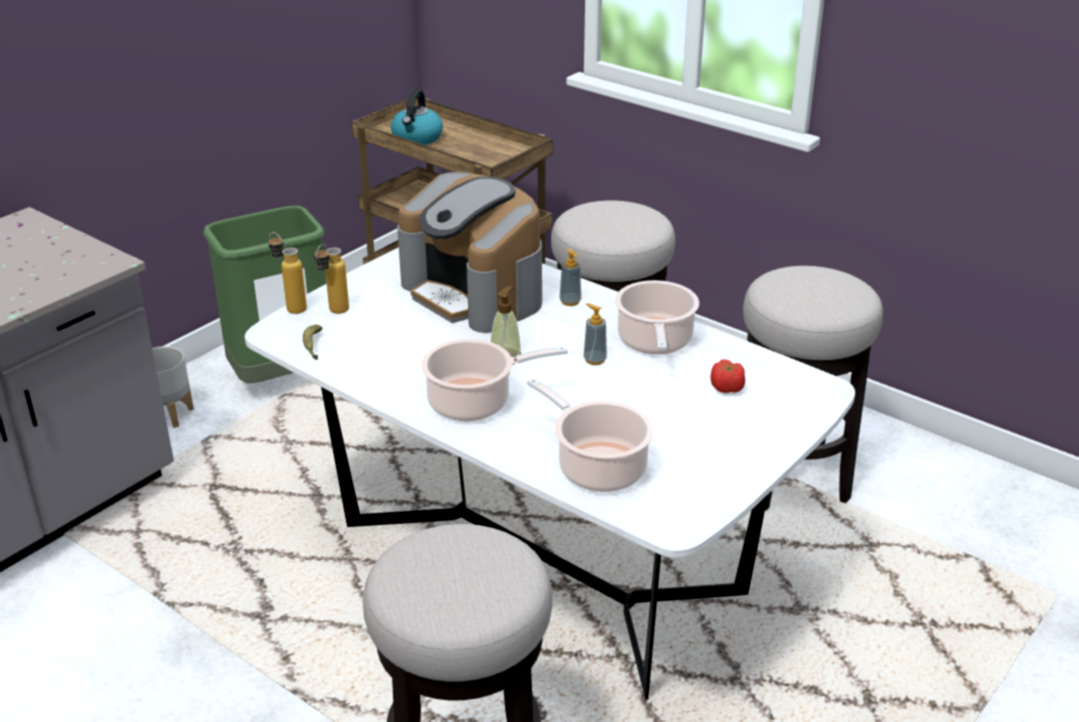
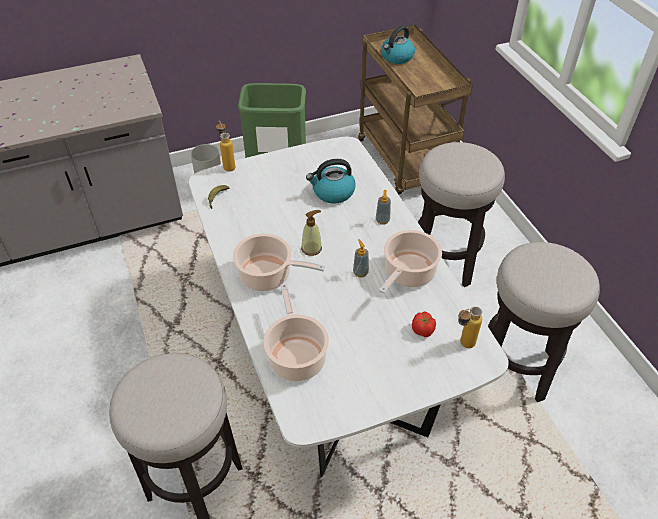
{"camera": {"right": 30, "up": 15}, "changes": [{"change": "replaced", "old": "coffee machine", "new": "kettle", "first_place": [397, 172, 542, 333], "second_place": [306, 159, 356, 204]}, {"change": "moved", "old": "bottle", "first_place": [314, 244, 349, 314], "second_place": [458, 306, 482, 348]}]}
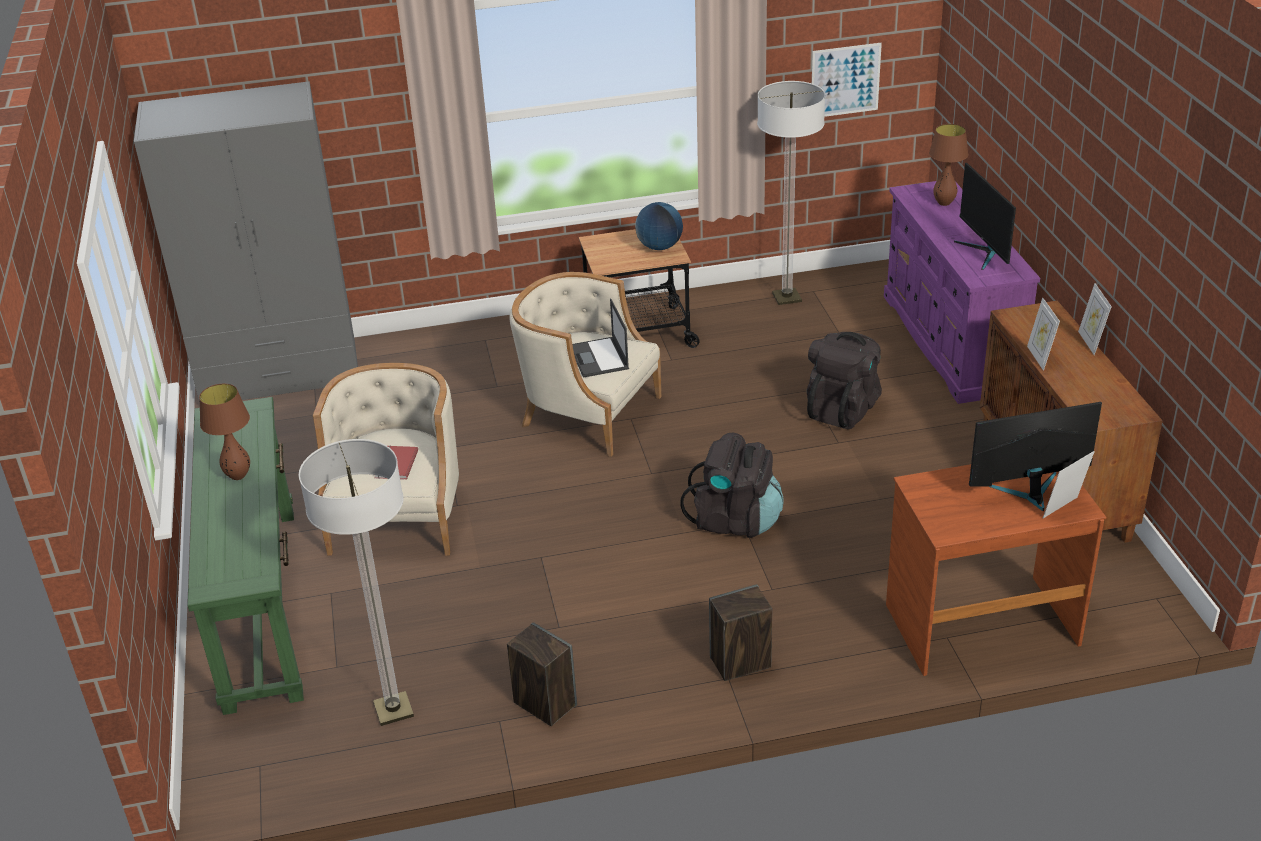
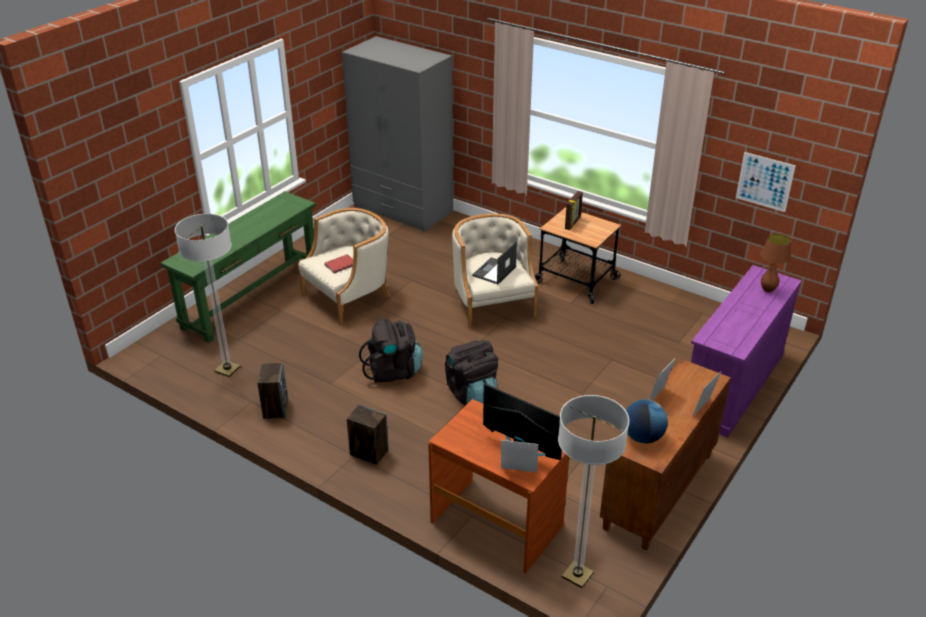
{"camera": {"right": 45, "up": 0}, "changes": [{"change": "moved", "old": "floor lamp", "first_place": [757, 81, 825, 305], "second_place": [558, 395, 629, 588]}, {"change": "removed", "old": "monitor", "first_place": [954, 163, 1016, 270]}, {"change": "moved", "old": "globe", "first_place": [635, 202, 683, 250], "second_place": [626, 399, 668, 444]}, {"change": "moved", "old": "backpack (black)", "first_place": [807, 332, 882, 429], "second_place": [359, 318, 423, 383]}, {"change": "removed", "old": "table lamp (brown)", "first_place": [199, 384, 250, 480]}, {"change": "added", "new": "picture frame", "second_place": [565, 191, 583, 230]}]}
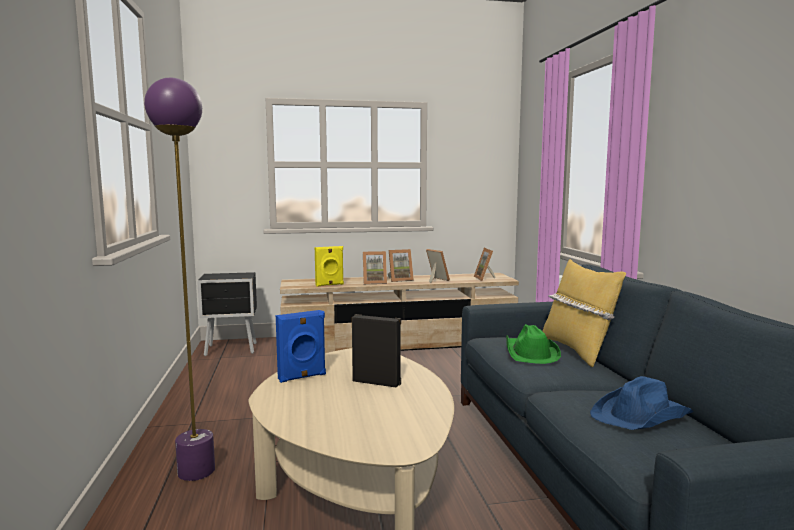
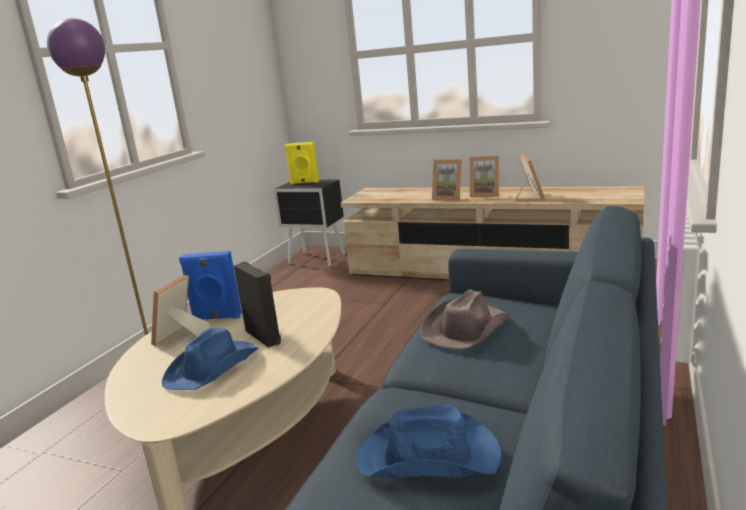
{"camera": {"right": 35, "up": 10}, "changes": [{"change": "moved", "old": "speaker (yellow)", "first_place": [315, 246, 344, 287], "second_place": [285, 142, 319, 184]}, {"change": "moved", "old": "picture frame", "first_place": [474, 248, 495, 281], "second_place": [151, 275, 210, 346]}, {"change": "removed", "old": "pillow (yellow)", "first_place": [543, 259, 626, 367]}, {"change": "recoloured", "old": "hat (green)", "new": "hat (brown)", "first_place": [506, 324, 561, 364], "second_place": [420, 289, 510, 349]}, {"change": "added", "new": "hat (blue)", "second_place": [162, 328, 259, 390]}]}
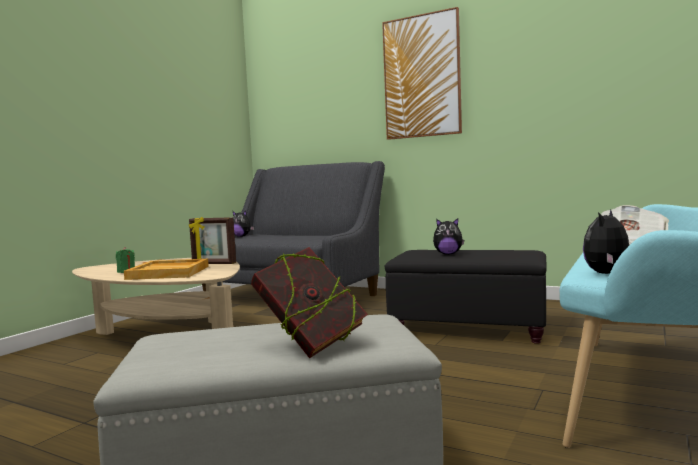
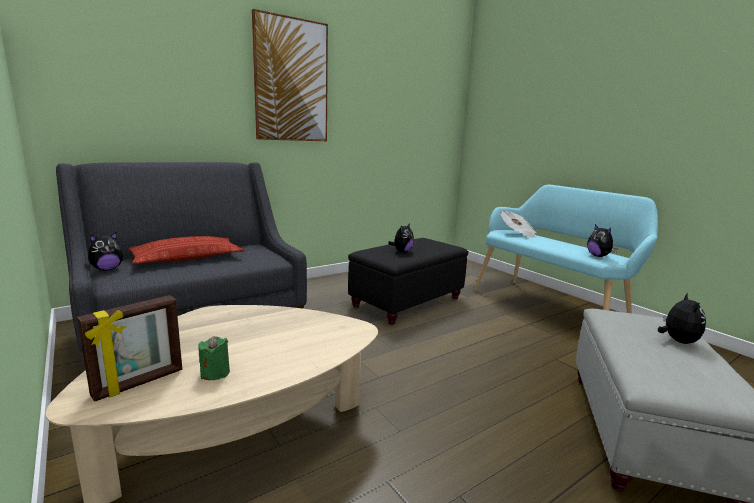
{"camera": {"right": -65, "up": 10}, "changes": [{"change": "moved", "old": "picture frame", "first_place": [189, 217, 236, 264], "second_place": [77, 295, 182, 402]}, {"change": "replaced", "old": "book", "new": "plush toy", "first_place": [251, 247, 368, 358], "second_place": [658, 293, 706, 344]}, {"change": "removed", "old": "tray (beige)", "first_place": [124, 259, 209, 280]}, {"change": "added", "new": "pillow", "second_place": [128, 236, 245, 264]}]}
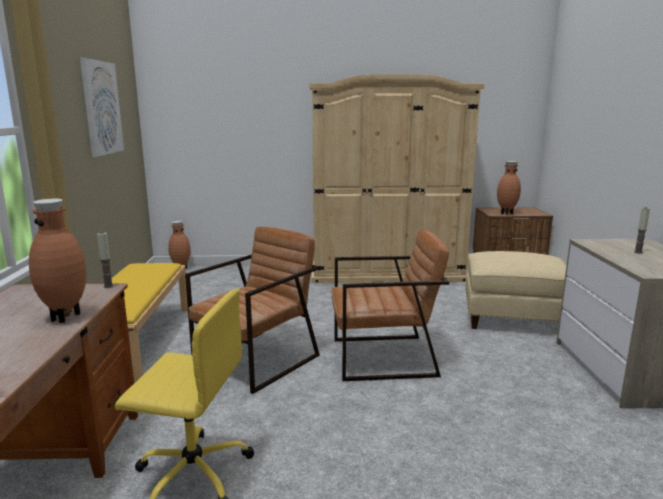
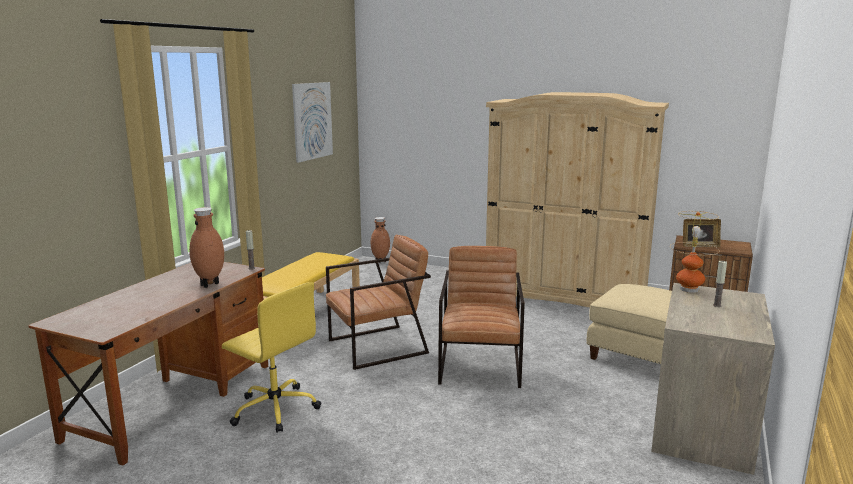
{"camera": {"right": 25, "up": 0}, "changes": [{"change": "replaced", "old": "vase (brown)", "new": "picture frame", "first_place": [497, 161, 521, 215], "second_place": [683, 219, 721, 247]}, {"change": "turned", "old": "armchair (brown)", "first_place": [331, 229, 449, 381], "second_place": [438, 246, 525, 388], "degrees": -105}, {"change": "added", "new": "table lamp", "second_place": [670, 211, 720, 293]}]}
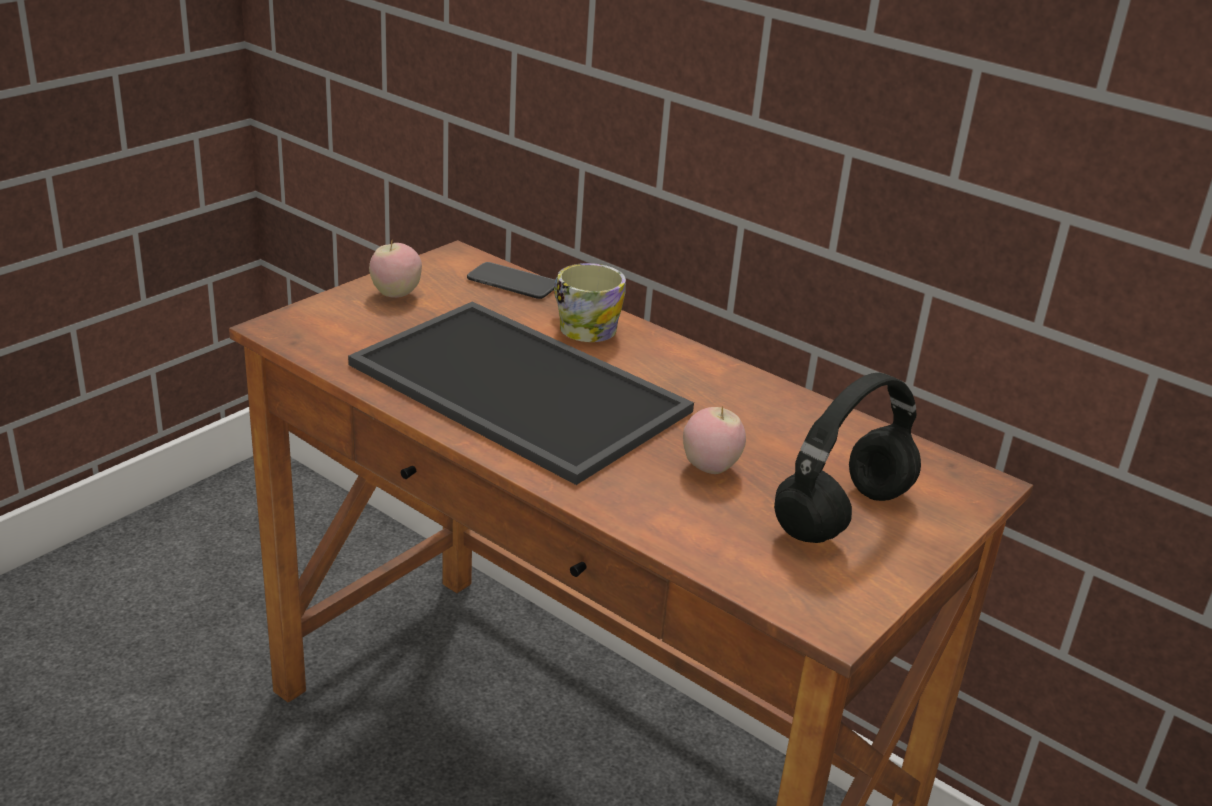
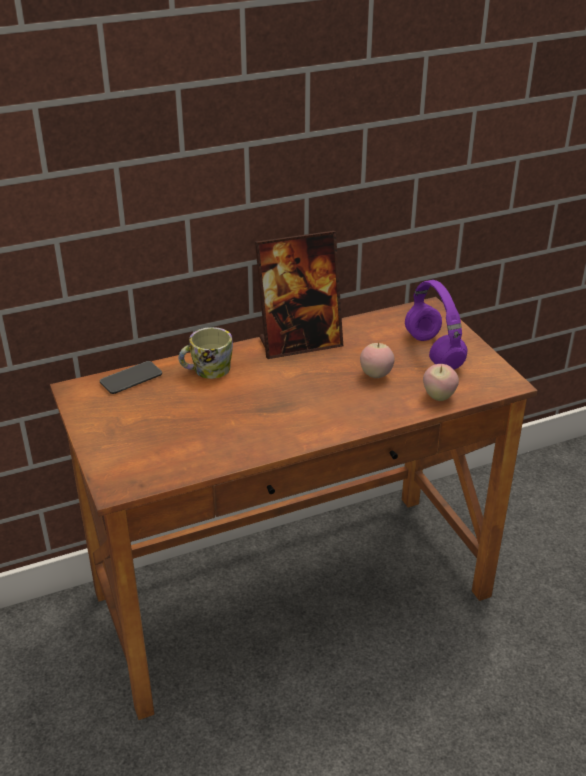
{"camera": {"right": -60, "up": 5}, "changes": [{"change": "moved", "old": "apple", "first_place": [369, 241, 422, 298], "second_place": [423, 364, 459, 401]}, {"change": "removed", "old": "tray", "first_place": [348, 302, 694, 485]}, {"change": "recoloured", "old": "headphones (black)", "new": "headphones (purple)", "first_place": [774, 373, 921, 543], "second_place": [405, 280, 468, 369]}, {"change": "added", "new": "picture frame", "second_place": [255, 231, 343, 359]}]}
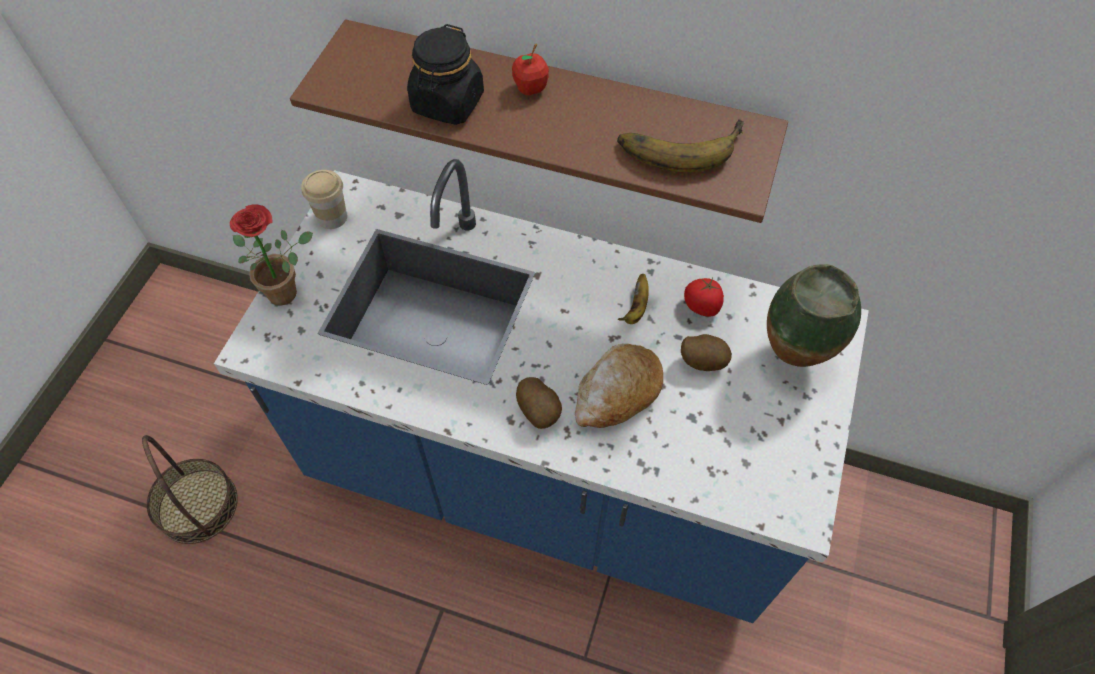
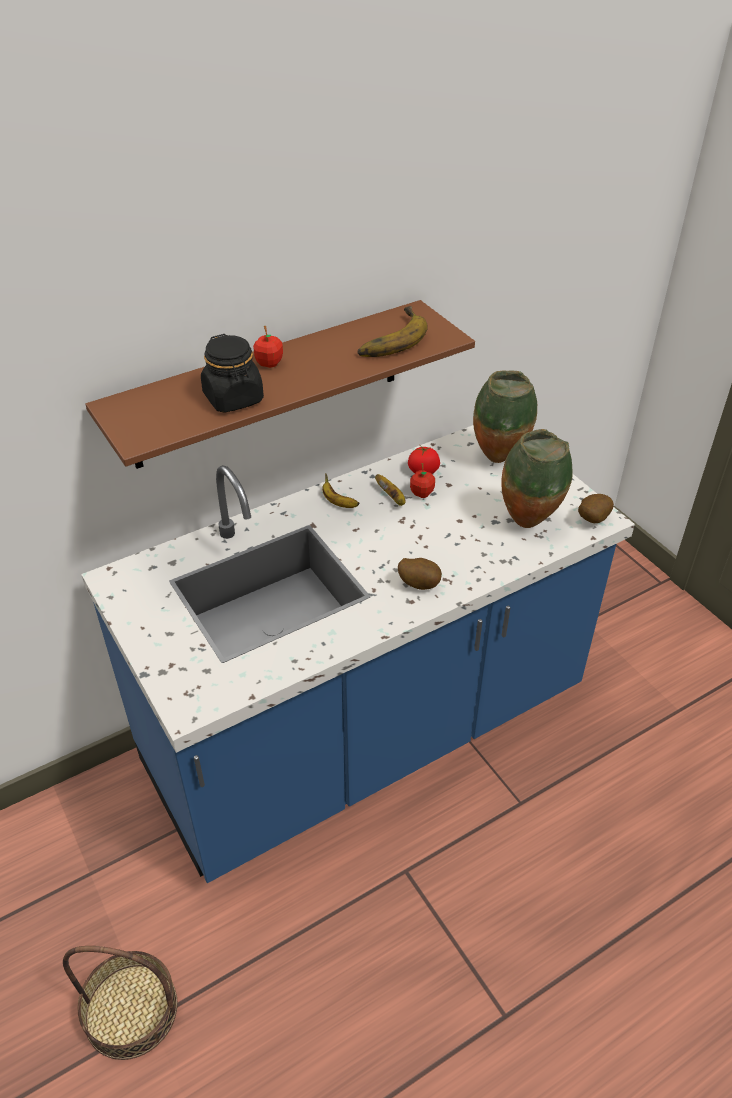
{"camera": {"right": -50, "up": -15}, "changes": [{"change": "removed", "old": "cup", "first_place": [301, 170, 347, 229]}, {"change": "removed", "old": "potted plant", "first_place": [230, 204, 313, 305]}, {"change": "moved", "old": "potato", "first_place": [681, 334, 732, 371], "second_place": [578, 494, 614, 523]}, {"change": "removed", "old": "bread", "first_place": [575, 343, 663, 428]}, {"change": "added", "new": "vase", "second_place": [501, 429, 573, 528]}, {"change": "added", "new": "apple", "second_place": [410, 463, 435, 498]}, {"change": "added", "new": "banana", "second_place": [322, 473, 360, 508]}]}
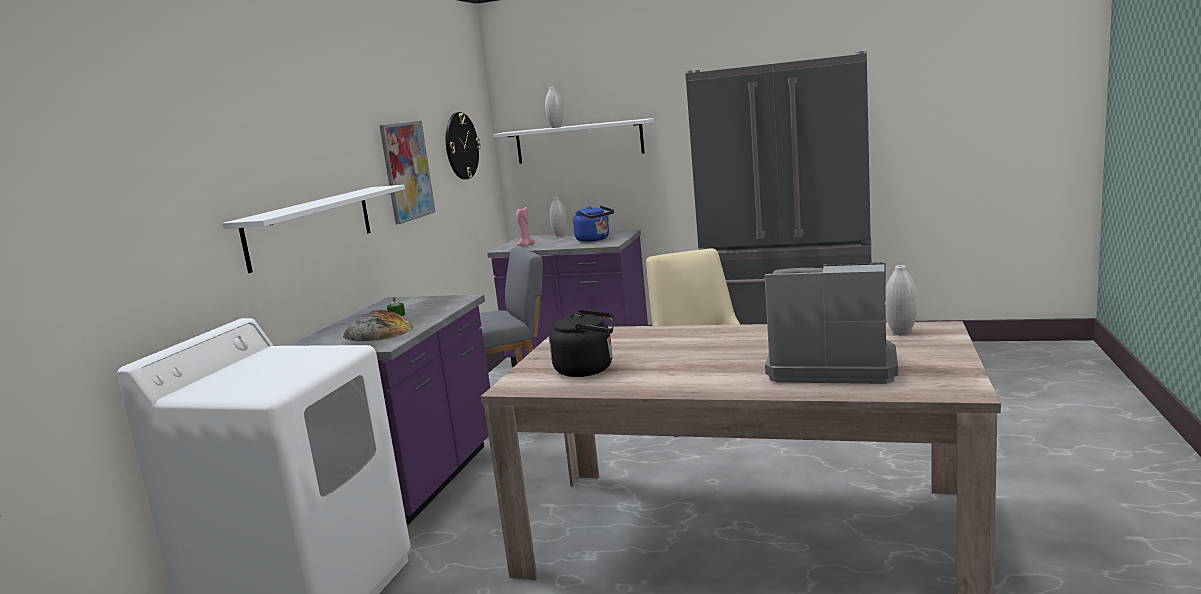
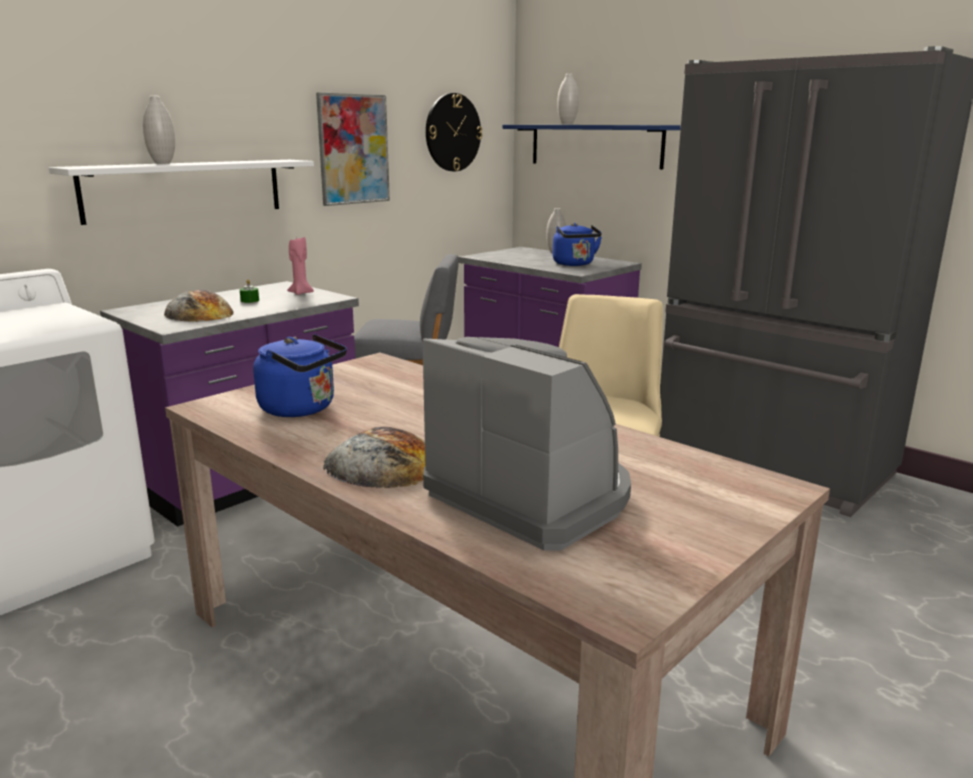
{"camera": {"right": 25, "up": 5}, "changes": [{"change": "recoloured", "old": "shelf (white)", "new": "shelf (blue)", "first_place": [493, 118, 654, 164], "second_place": [503, 125, 681, 169]}, {"change": "moved", "old": "candle (pink)", "first_place": [516, 207, 535, 246], "second_place": [287, 235, 314, 295]}, {"change": "moved", "old": "vase (white)", "first_place": [885, 265, 918, 335], "second_place": [143, 96, 175, 164]}, {"change": "recoloured", "old": "kettle (black)", "new": "kettle (blue)", "first_place": [549, 309, 613, 377], "second_place": [253, 334, 347, 417]}, {"change": "added", "new": "bread", "second_place": [323, 427, 425, 488]}]}
